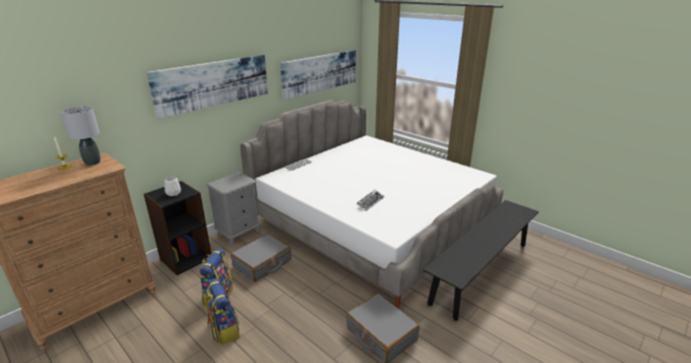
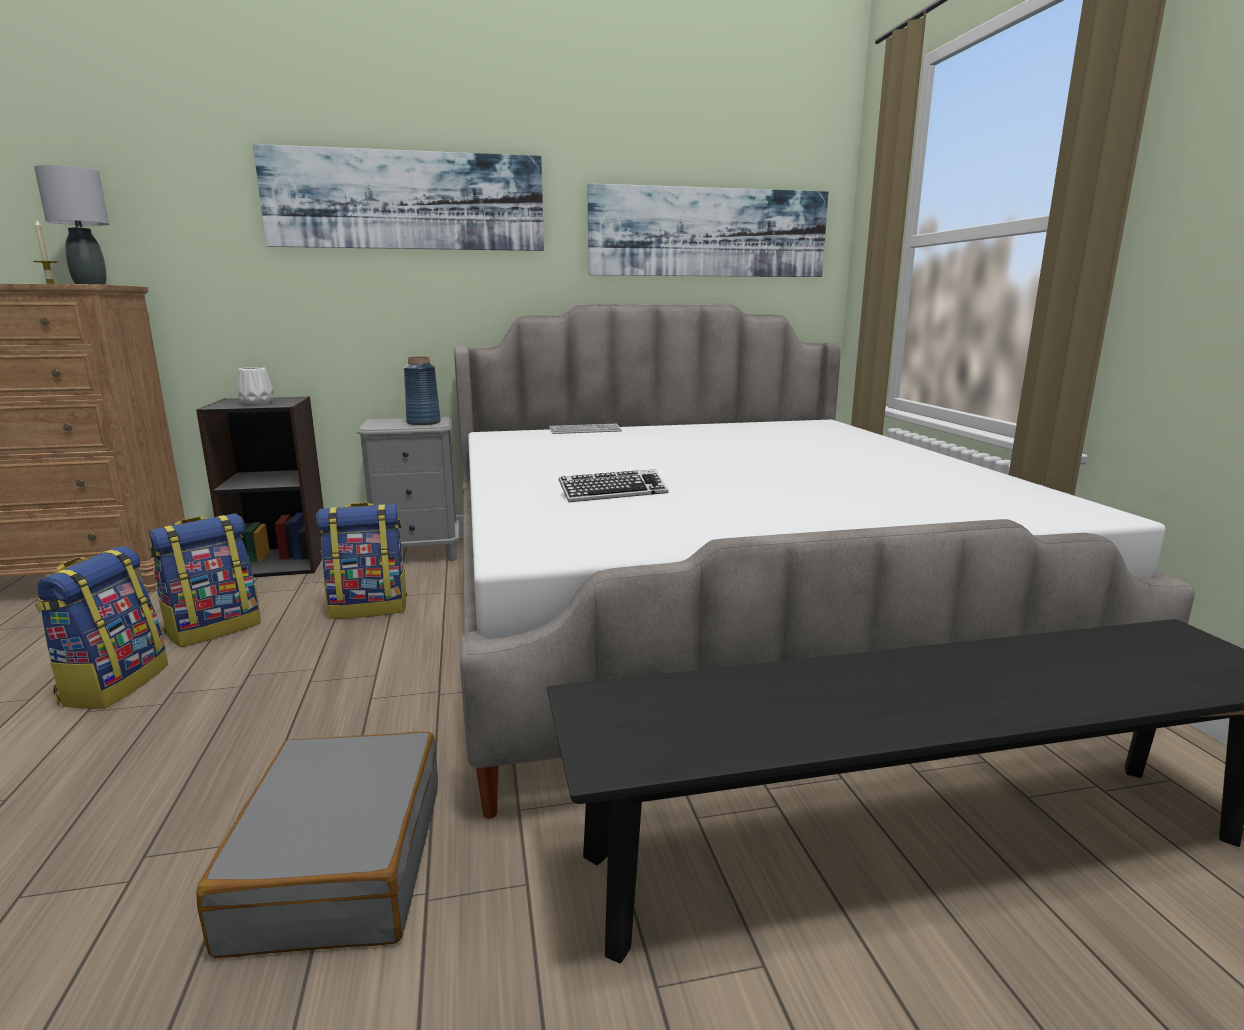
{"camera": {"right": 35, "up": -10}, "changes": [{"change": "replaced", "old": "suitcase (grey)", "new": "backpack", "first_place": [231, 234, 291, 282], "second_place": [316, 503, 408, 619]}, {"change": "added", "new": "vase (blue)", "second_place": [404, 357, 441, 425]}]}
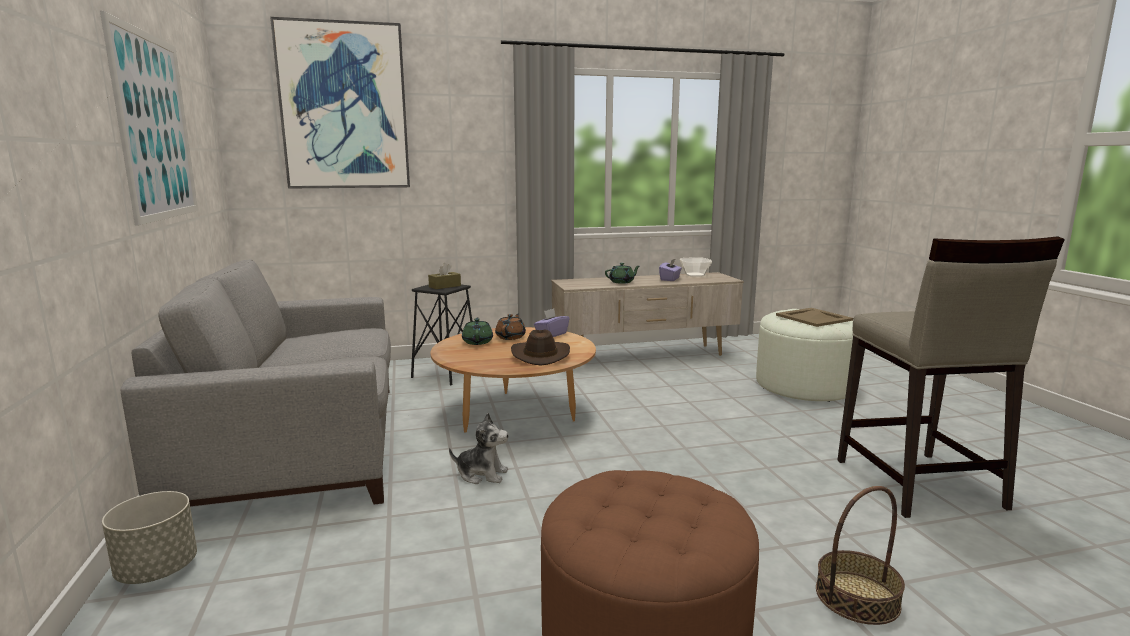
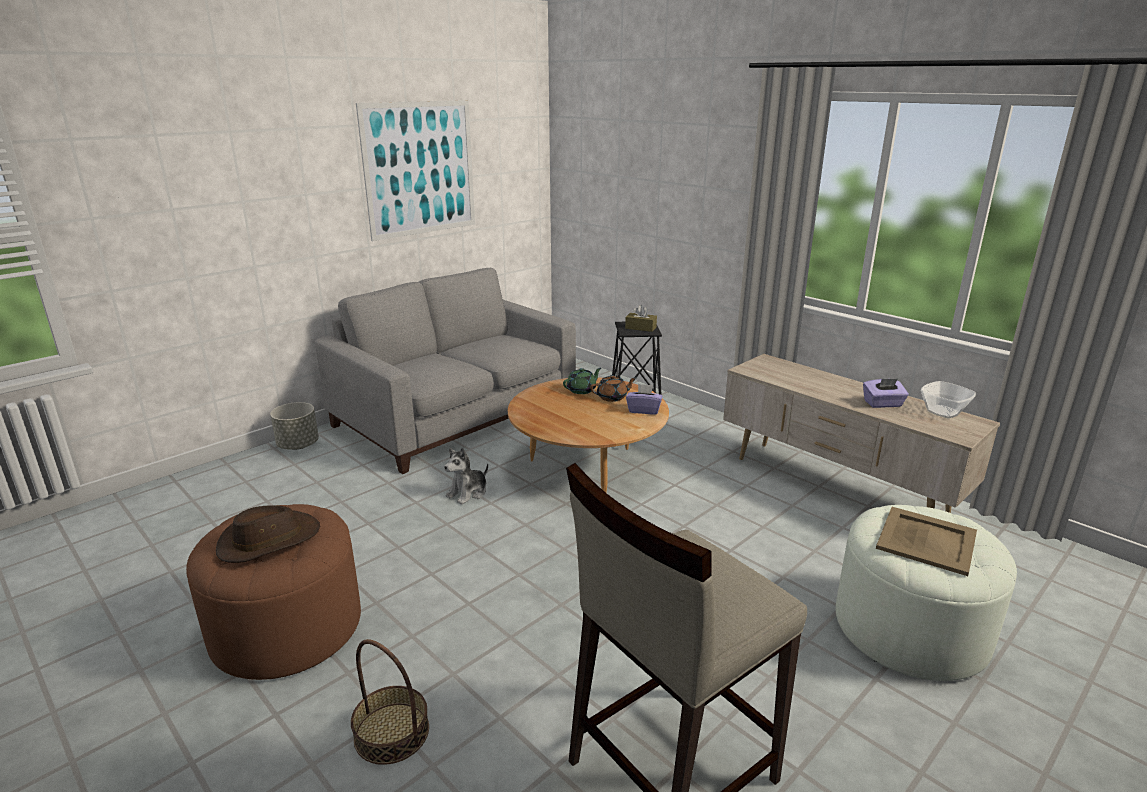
{"camera": {"right": 60, "up": 10}, "changes": [{"change": "removed", "old": "picture", "first_place": [270, 17, 410, 189]}, {"change": "removed", "old": "teapot (green)", "first_place": [605, 263, 640, 284]}, {"change": "moved", "old": "hat (brown)", "first_place": [511, 330, 570, 365], "second_place": [216, 505, 320, 563]}, {"change": "turned", "old": "plush toy", "first_place": [449, 413, 509, 484], "second_place": [444, 448, 488, 505], "degrees": 60}]}
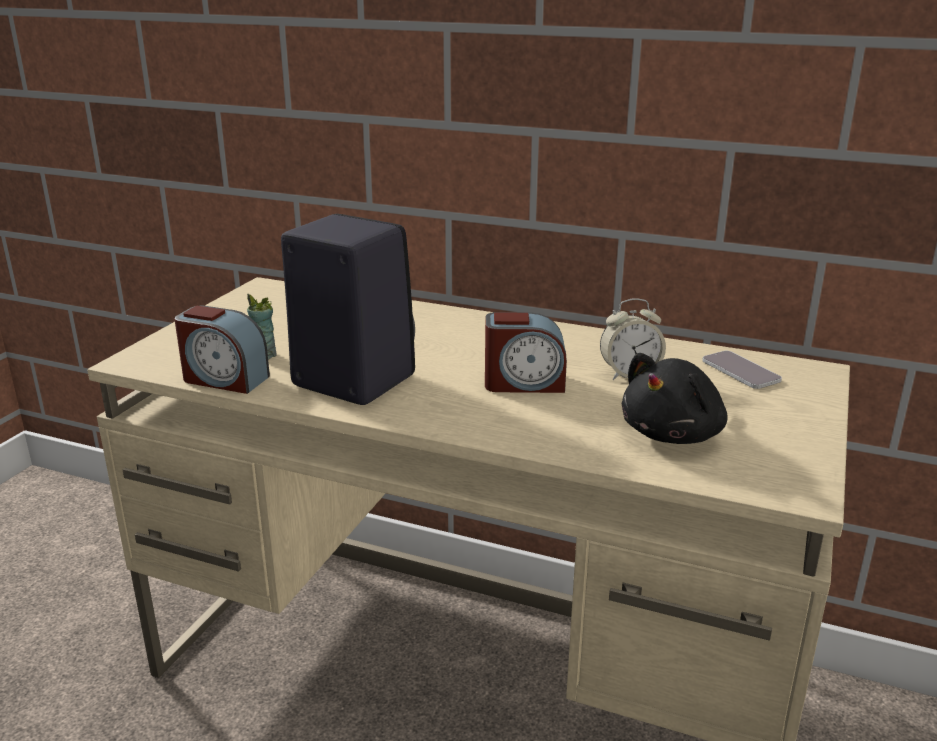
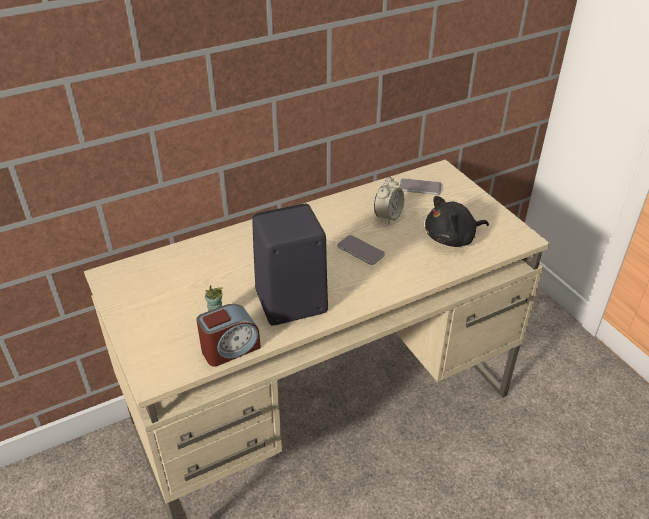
{"camera": {"right": -50, "up": 15}, "changes": [{"change": "replaced", "old": "alarm clock", "new": "phone", "first_place": [485, 312, 567, 393], "second_place": [337, 235, 385, 265]}, {"change": "turned", "old": "plush toy (black)", "first_place": [621, 353, 728, 444], "second_place": [425, 196, 489, 247], "degrees": 75}]}
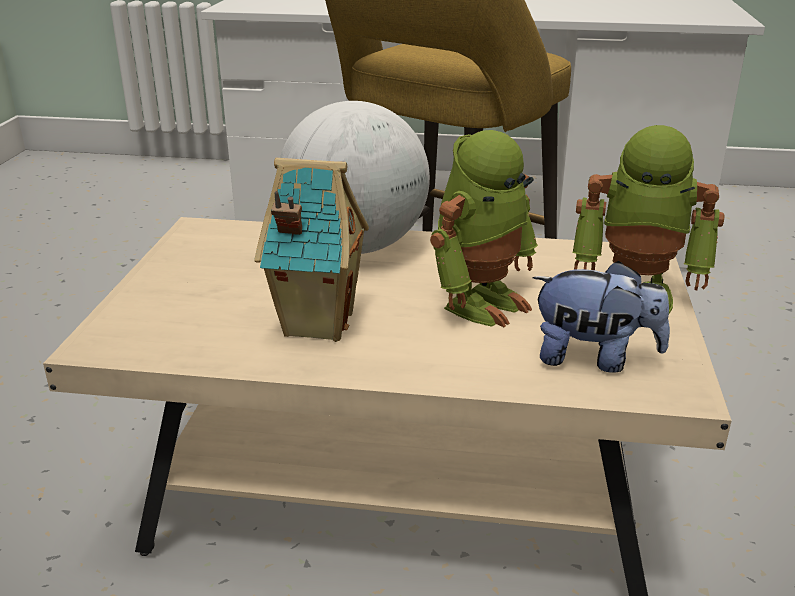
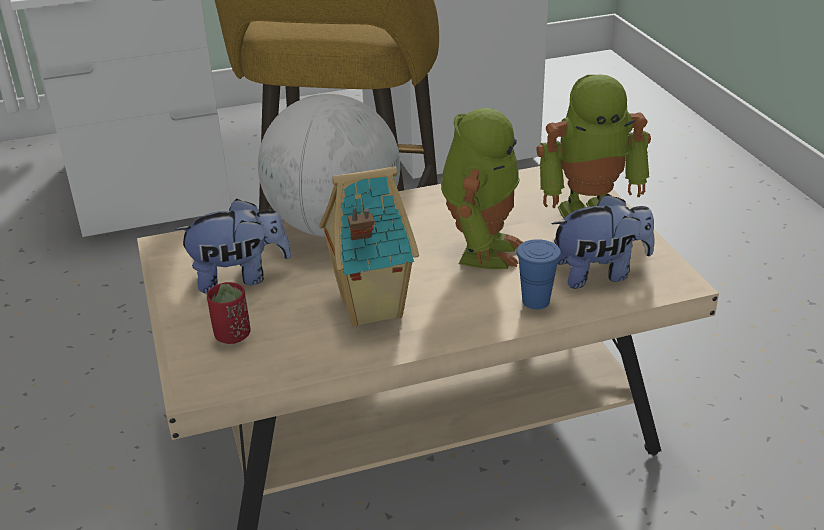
{"camera": {"right": -25, "up": 5}, "changes": [{"change": "added", "new": "plush toy", "second_place": [175, 199, 291, 293]}, {"change": "added", "new": "cup (blue)", "second_place": [516, 239, 561, 309]}, {"change": "added", "new": "cup (red)", "second_place": [207, 282, 251, 344]}]}
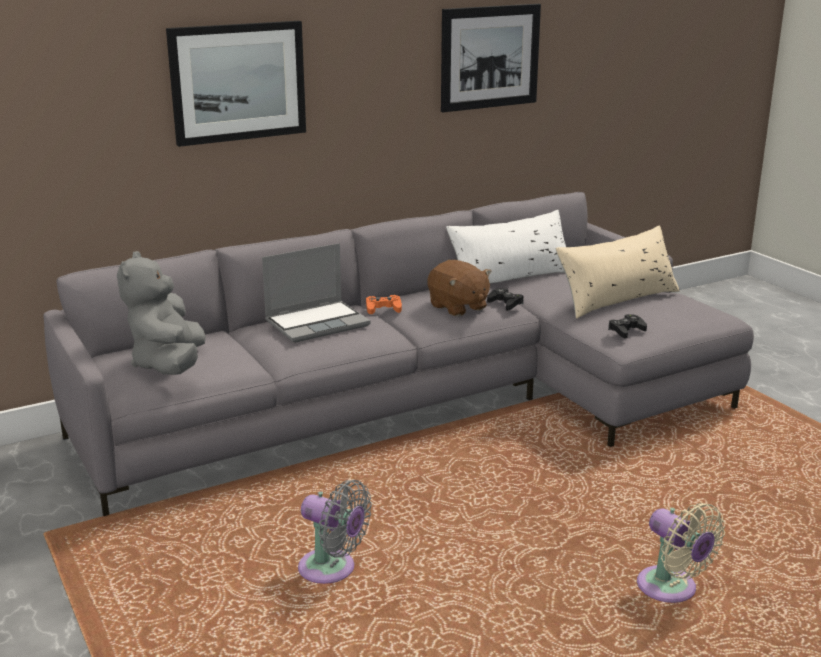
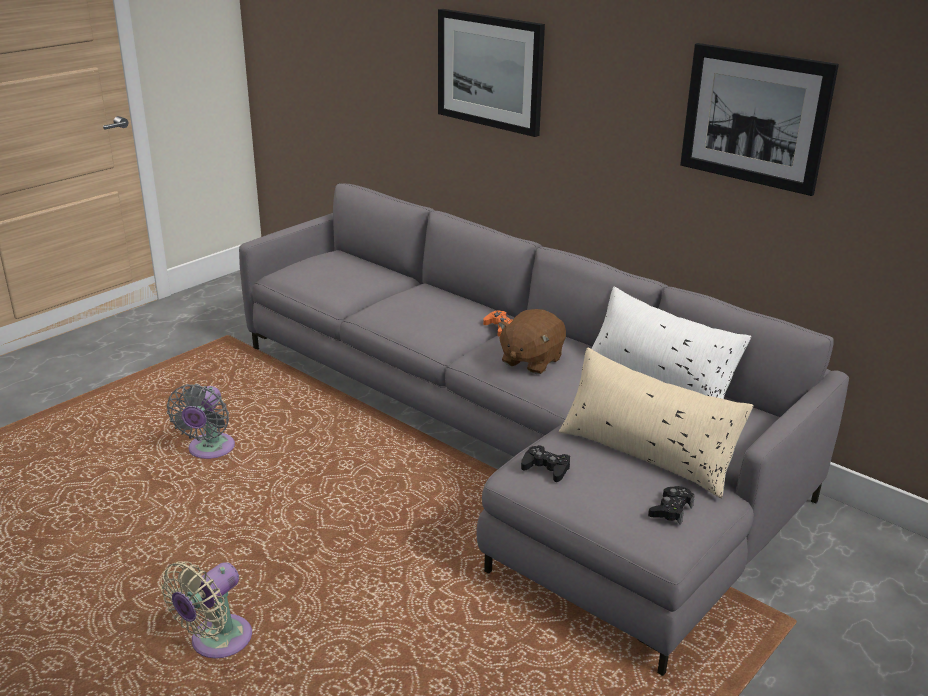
{"camera": {"right": 70, "up": 5}, "changes": [{"change": "removed", "old": "laptop", "first_place": [262, 243, 370, 343]}, {"change": "removed", "old": "plush toy (grey)", "first_place": [117, 251, 206, 375]}, {"change": "moved", "old": "game controller (black)", "first_place": [487, 288, 524, 311], "second_place": [648, 486, 695, 525]}]}
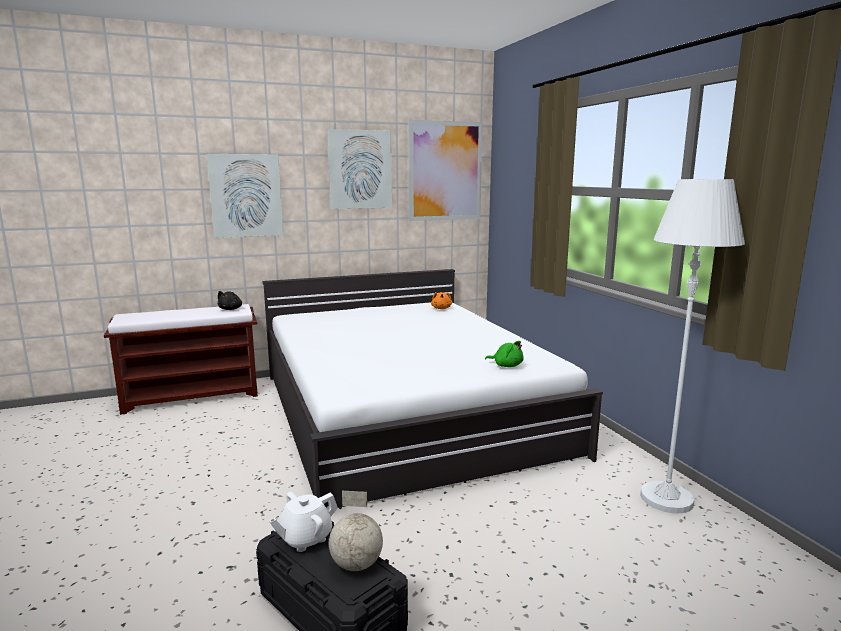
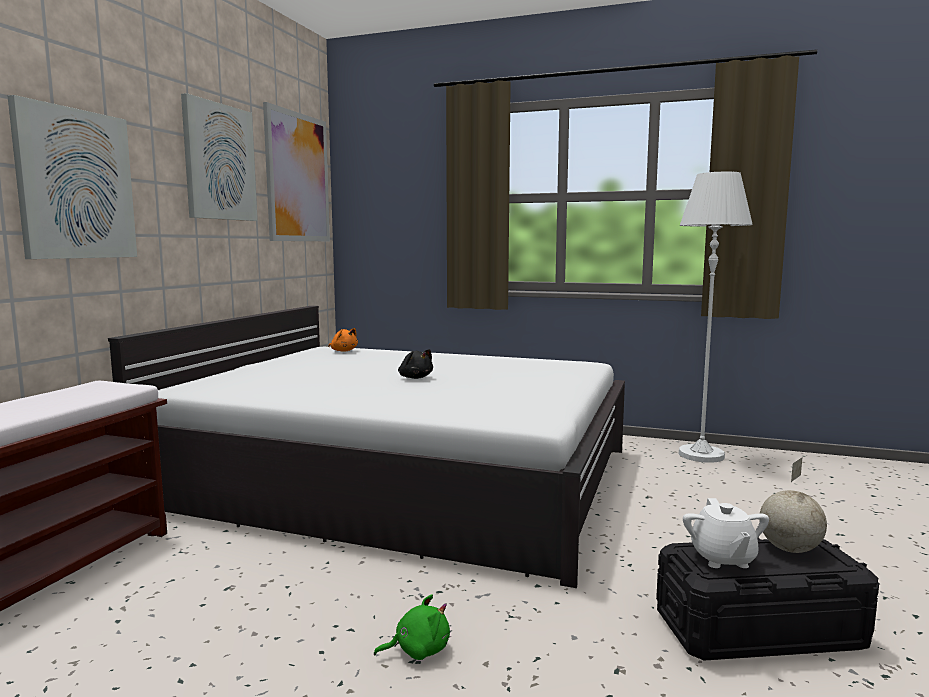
{"camera": {"right": -50, "up": -5}, "changes": [{"change": "moved", "old": "plush toy (black)", "first_place": [218, 291, 242, 310], "second_place": [398, 349, 433, 379]}, {"change": "moved", "old": "plush toy (green)", "first_place": [485, 341, 524, 367], "second_place": [374, 594, 450, 660]}]}
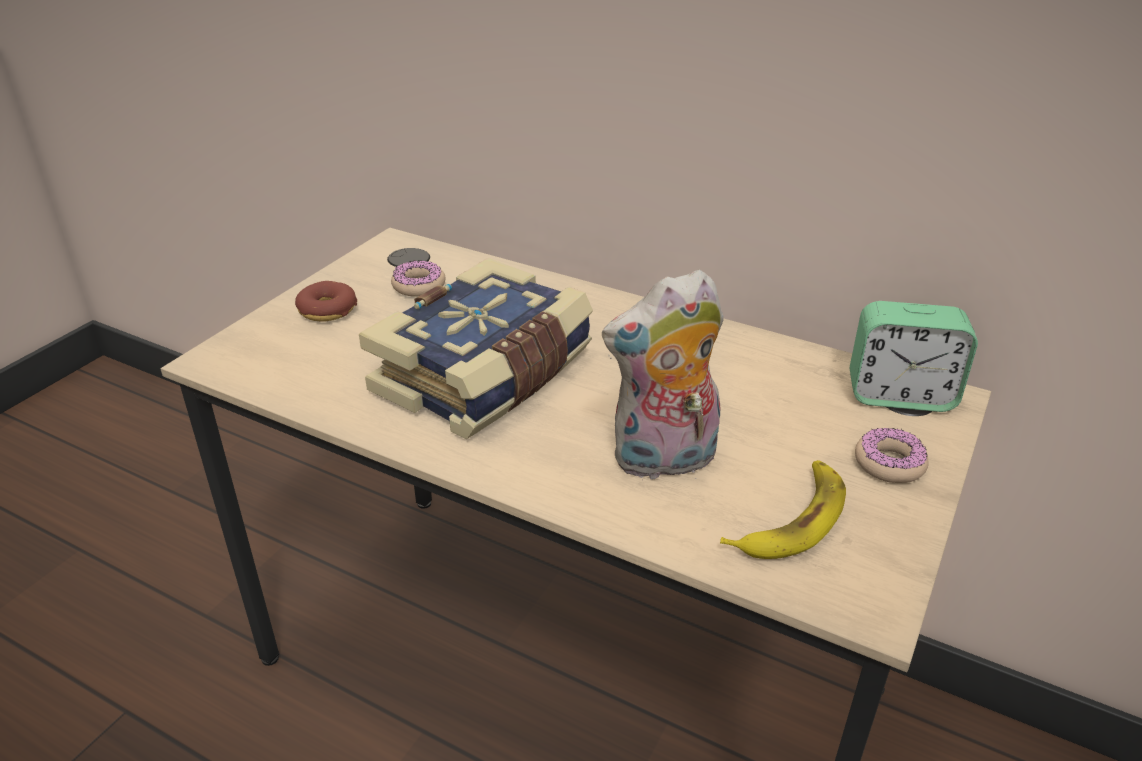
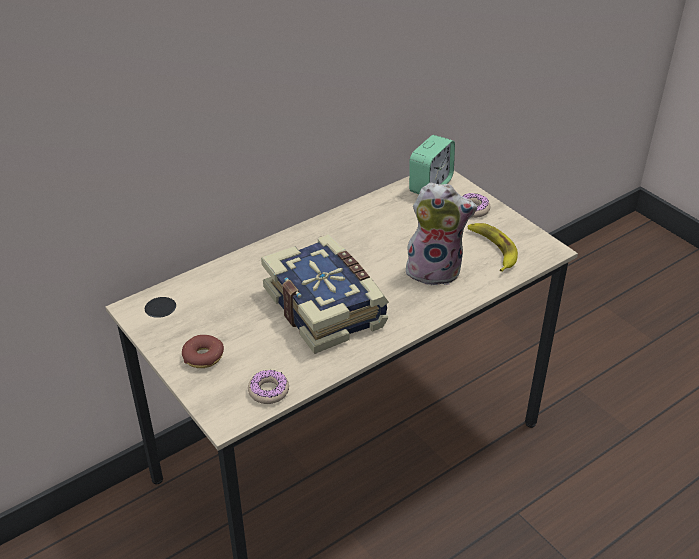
{"camera": {"right": -65, "up": 5}, "changes": [{"change": "moved", "old": "donut", "first_place": [391, 260, 446, 297], "second_place": [248, 370, 289, 404]}, {"change": "turned", "old": "plush toy", "first_place": [602, 269, 724, 480], "second_place": [406, 182, 477, 286], "degrees": -90}]}
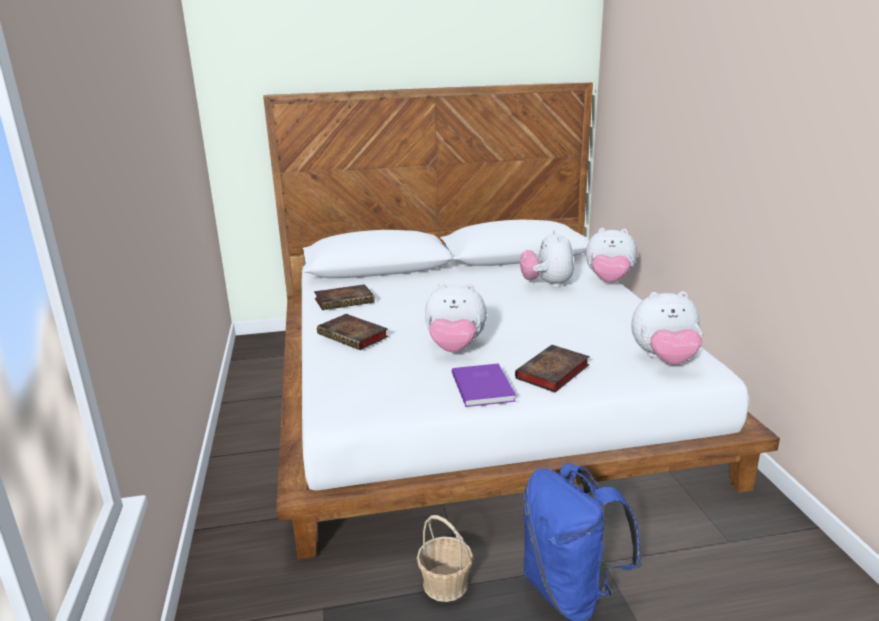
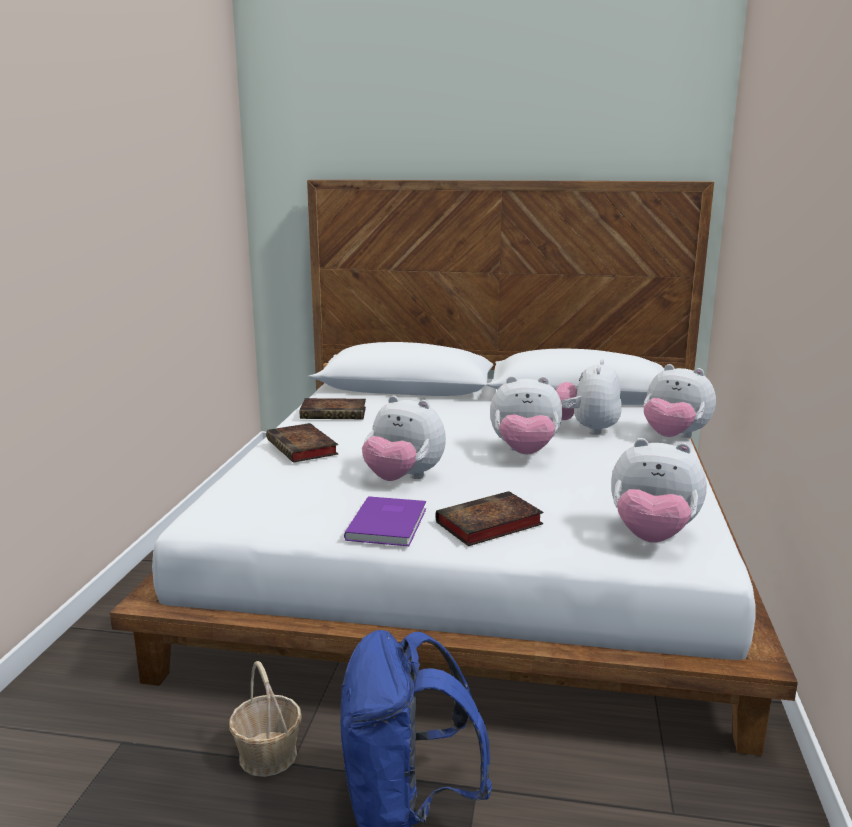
{"camera": {"right": 20, "up": -5}, "changes": [{"change": "added", "new": "plush toy", "second_place": [490, 376, 562, 455]}]}
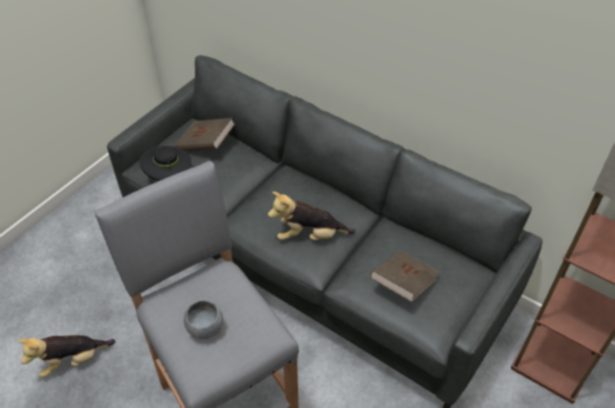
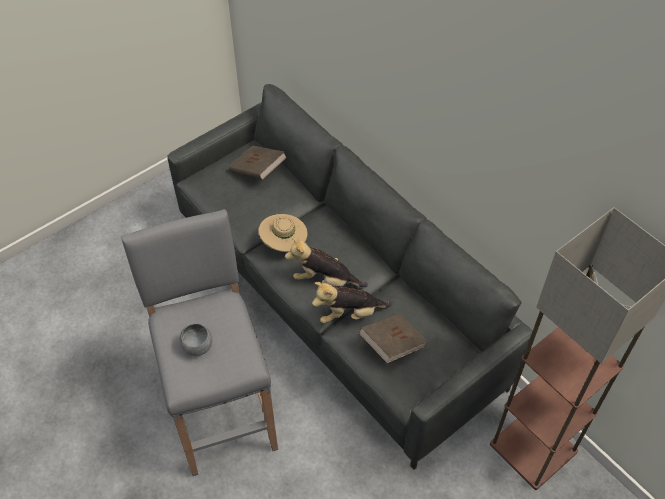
{"camera": {"right": 15, "up": 5}, "changes": [{"change": "removed", "old": "hat (black)", "first_place": [140, 146, 192, 181]}, {"change": "moved", "old": "plush toy", "first_place": [18, 334, 116, 377], "second_place": [312, 282, 392, 323]}, {"change": "added", "new": "hat (beige)", "second_place": [259, 214, 308, 252]}]}
